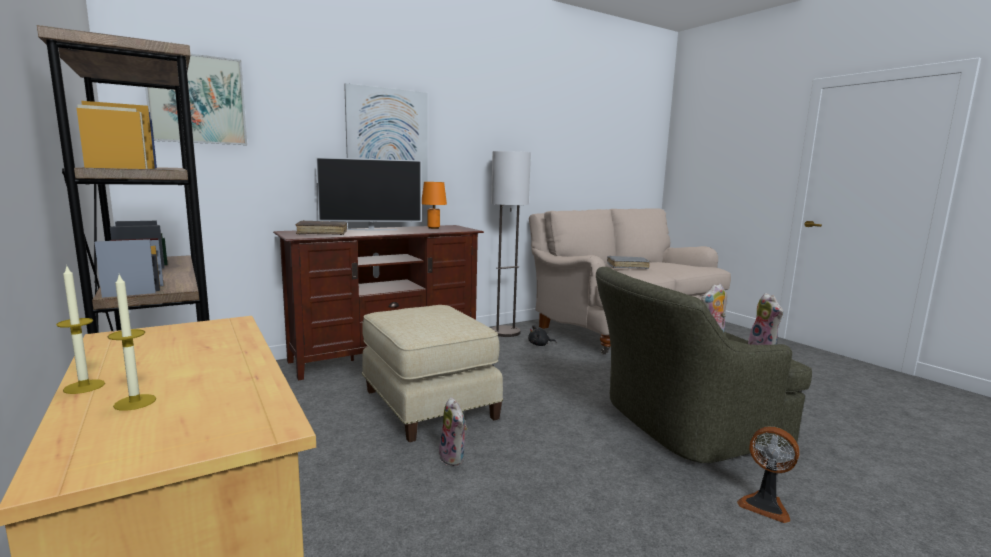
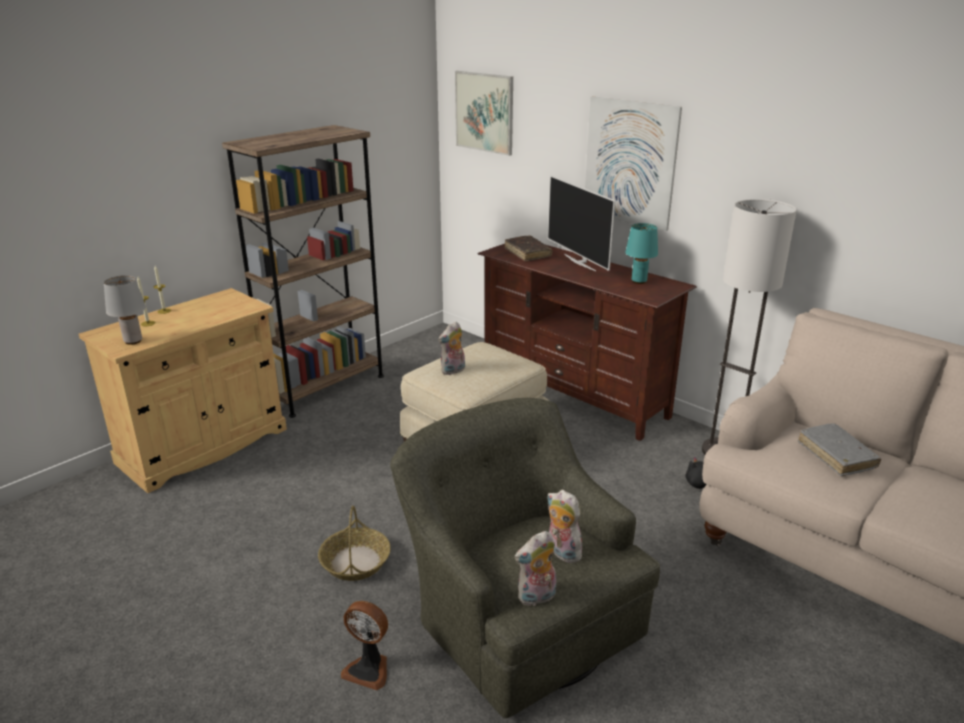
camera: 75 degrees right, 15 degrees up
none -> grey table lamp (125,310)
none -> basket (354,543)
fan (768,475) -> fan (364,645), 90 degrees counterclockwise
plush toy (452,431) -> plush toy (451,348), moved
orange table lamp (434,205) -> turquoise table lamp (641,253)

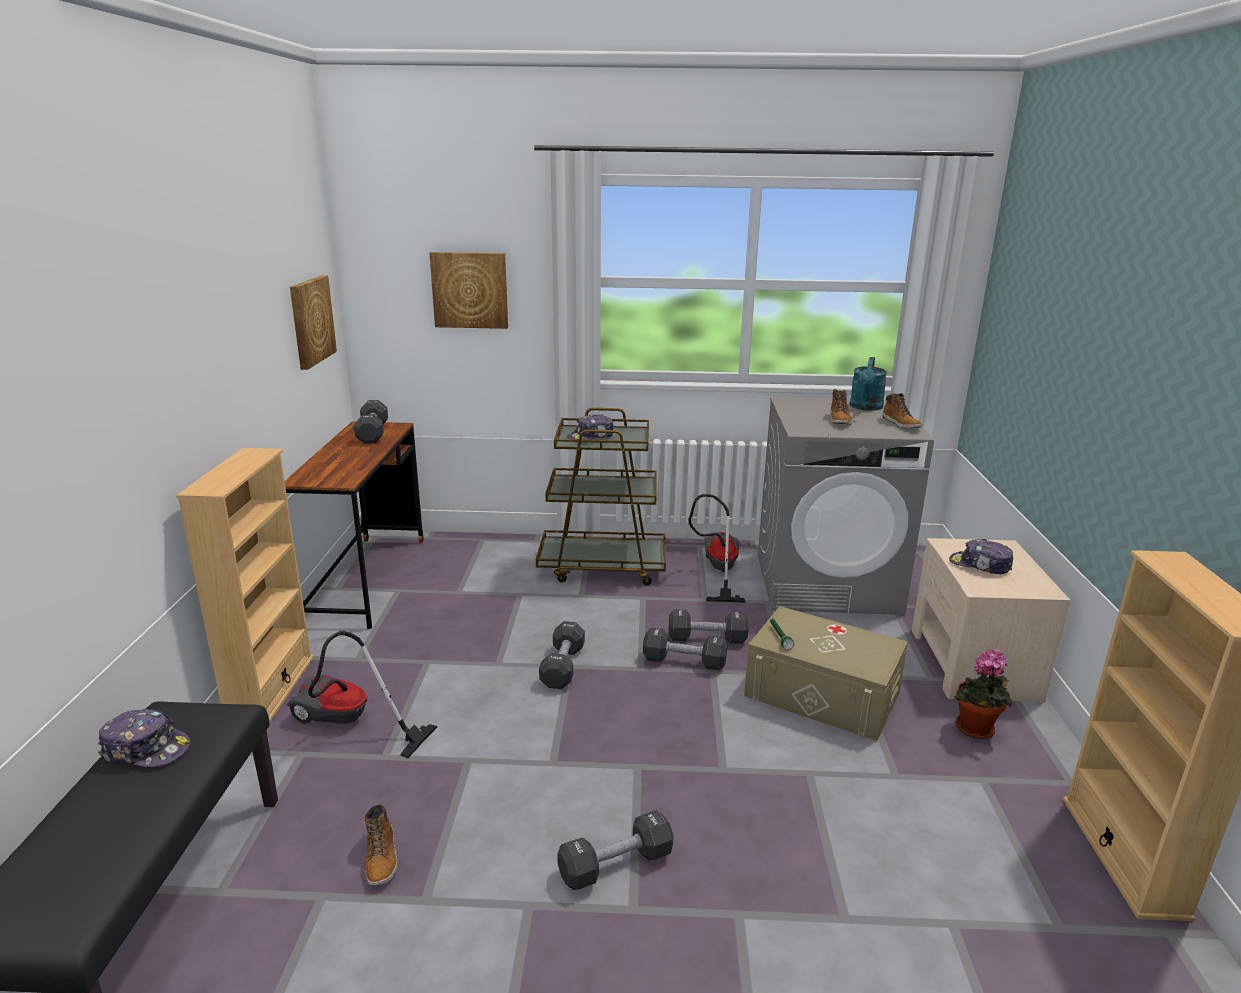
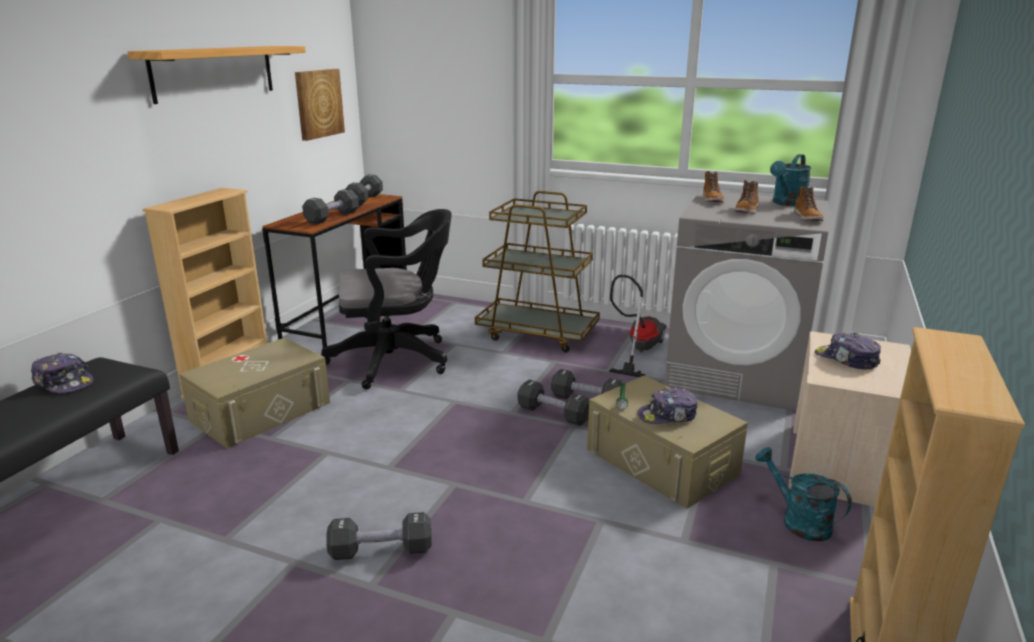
camera: 20 degrees right, 0 degrees up
none -> shelf (217,75)
vacuum cleaner (362,694) -> beige storage box (254,393)
black dumbbell (562,655) -> black dumbbell (330,206), moved
none -> black office chair (386,299)
cap (590,427) -> cap (668,406), moved
boot (381,845) -> boot (713,186), moved
potted plant (983,694) -> turquoise watering can (803,494)
picture (468,290) -> none

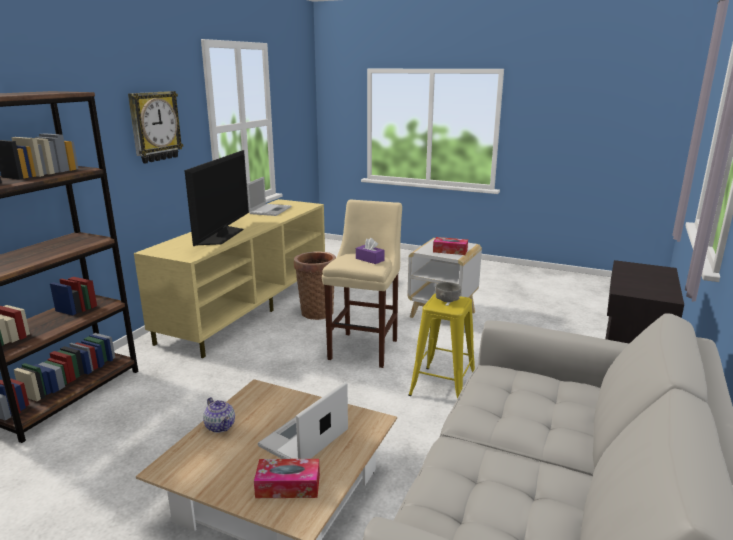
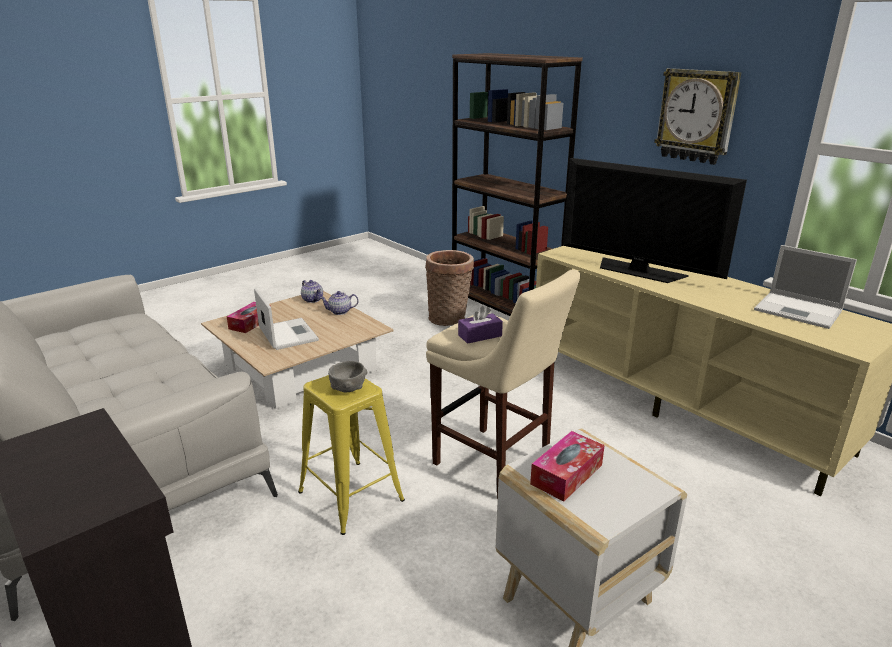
camera: 115 degrees right, 5 degrees up
none -> teapot (312,291)
basket (315,285) -> basket (449,288), moved

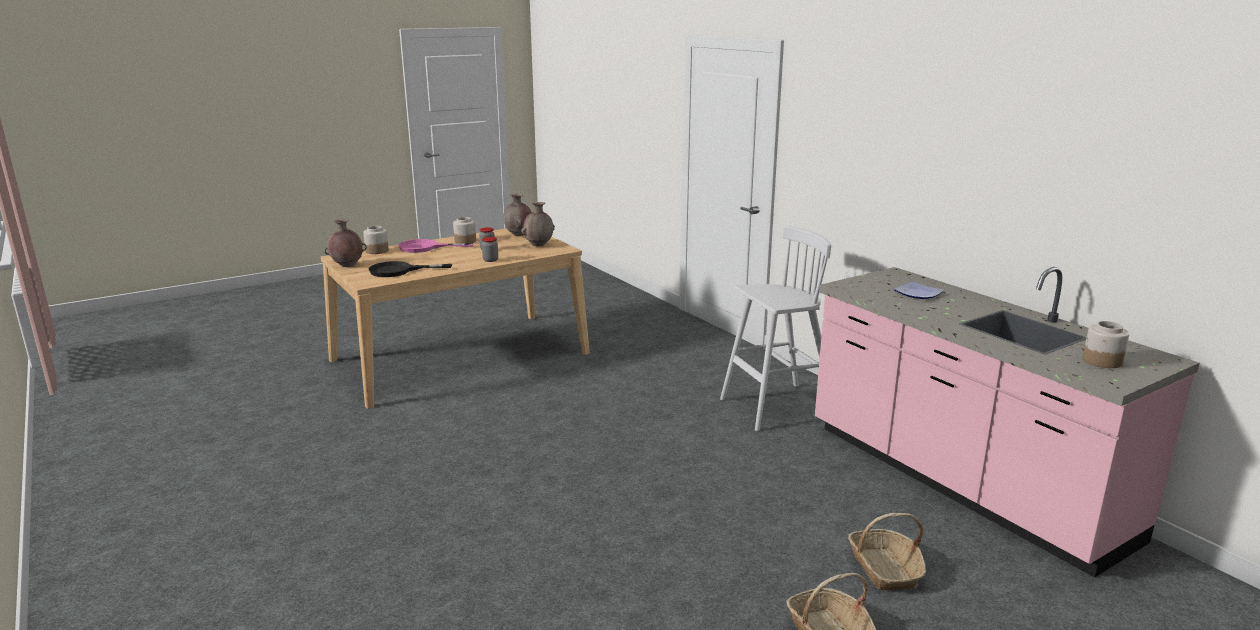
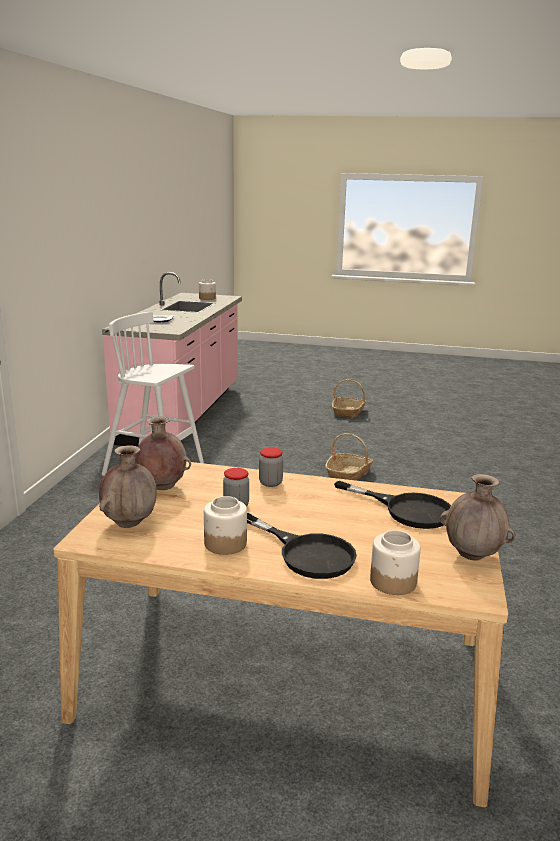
camera: 135 degrees left, 0 degrees up
pink frying pan (436,246) -> black frying pan (302,546)
basket (887,551) -> basket (349,456), moved

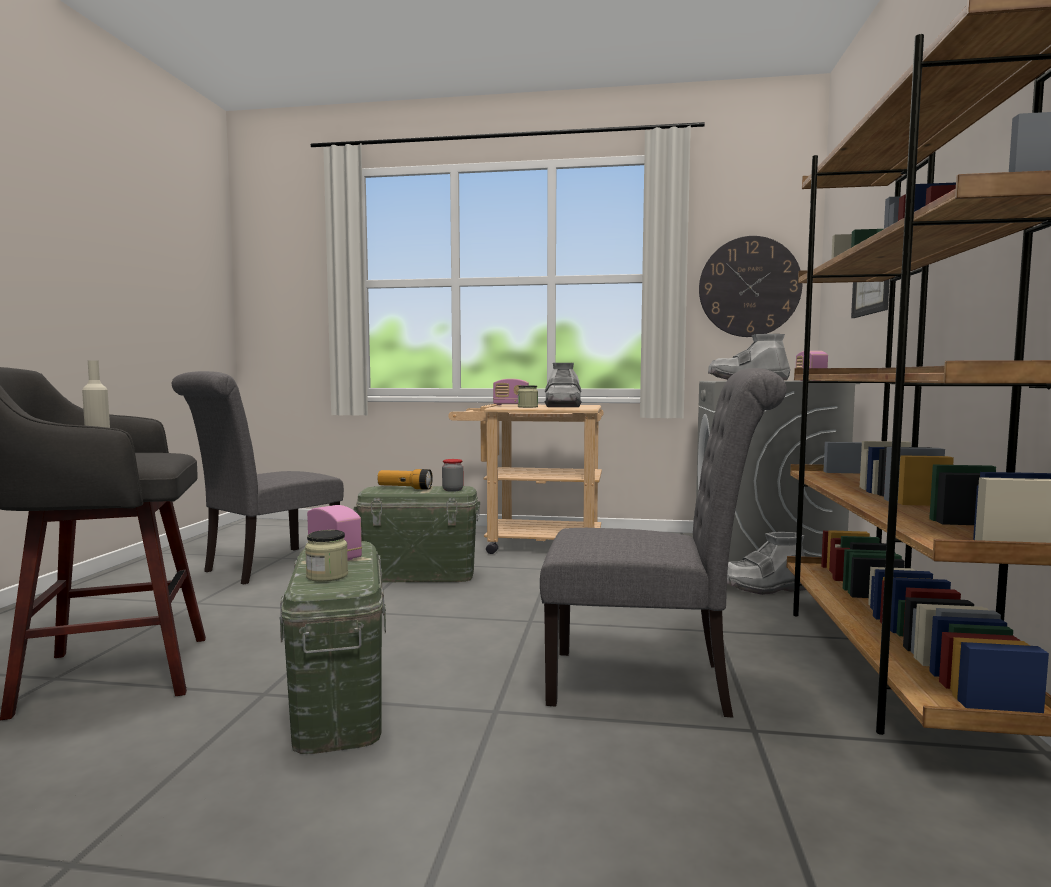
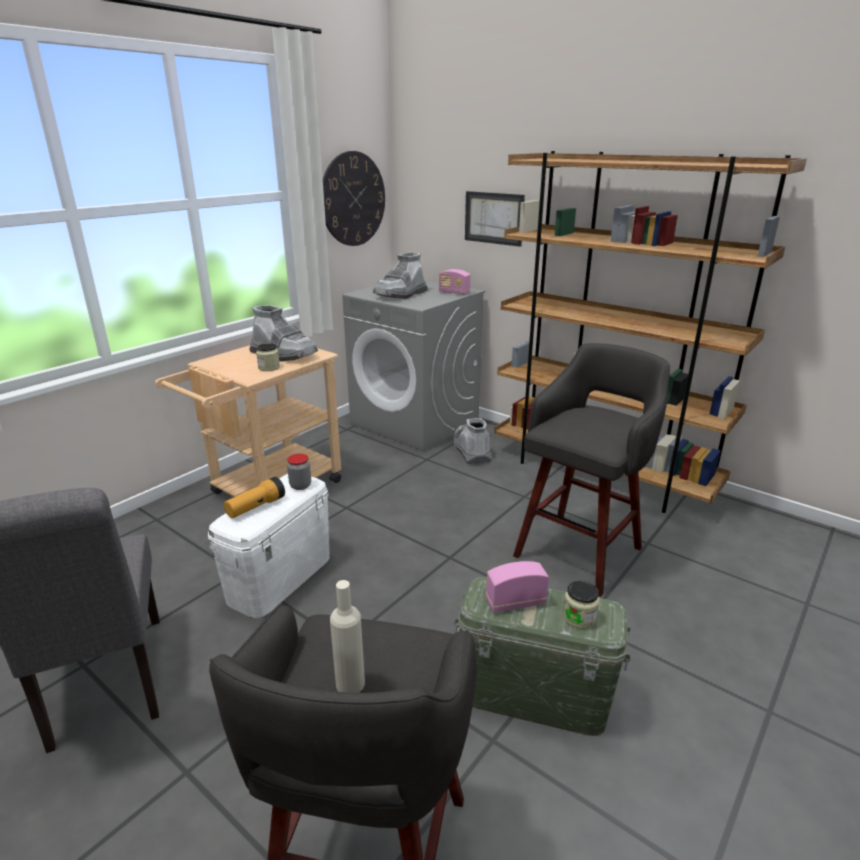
camera: 60 degrees left, 20 degrees up
green storage box (417,534) -> white storage box (269,546)
grey boot (766,563) -> grey boot (472,441), 150 degrees clockwise
grey chair (663,543) -> grey stool (591,470)
radio (511,392) -> none

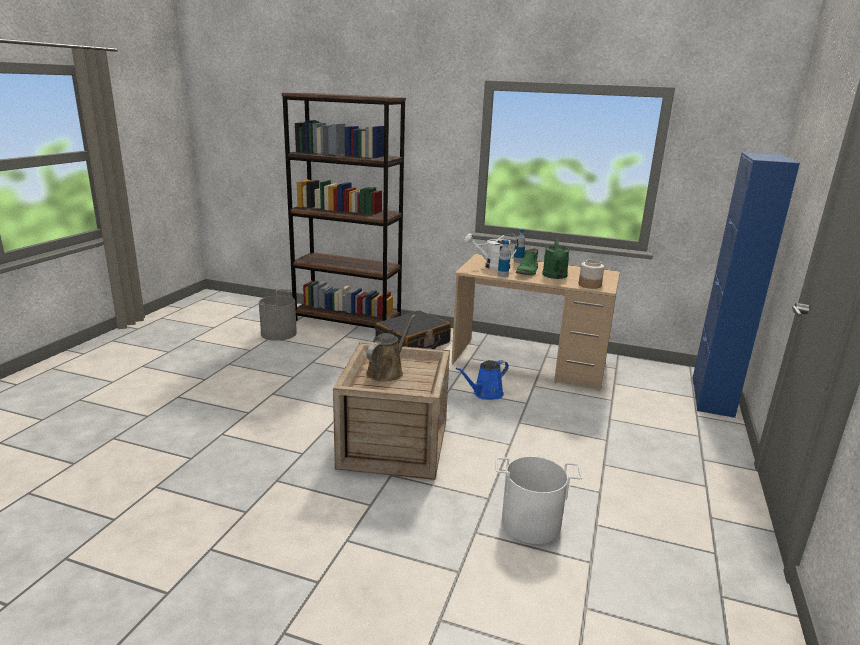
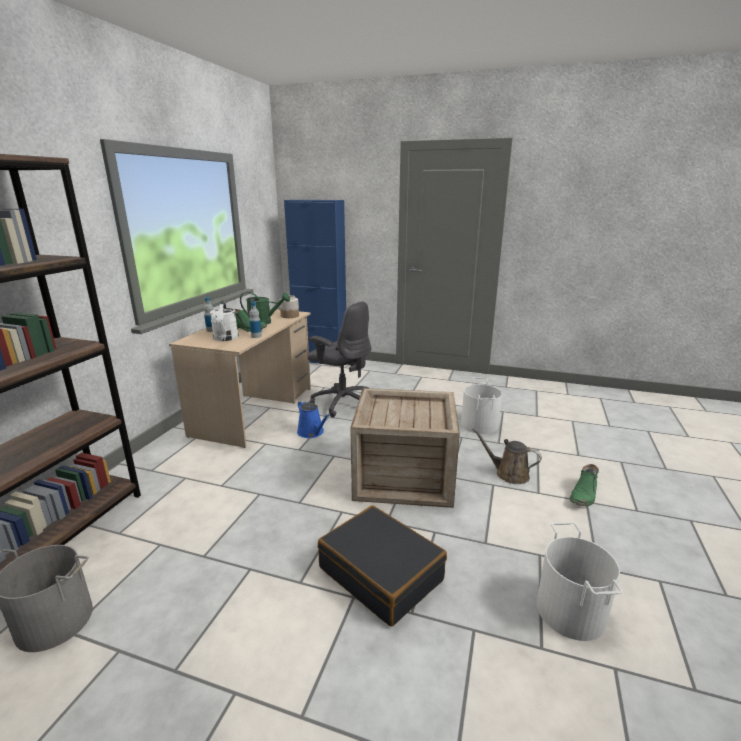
camera: 90 degrees left, 0 degrees up
none -> grey office chair (339,359)
black suitcase (413,329) -> black suitcase (382,566), moved
brown watering can (390,348) -> brown watering can (507,456), moved
none -> white bucket (579,581)
none -> green boot (584,485)

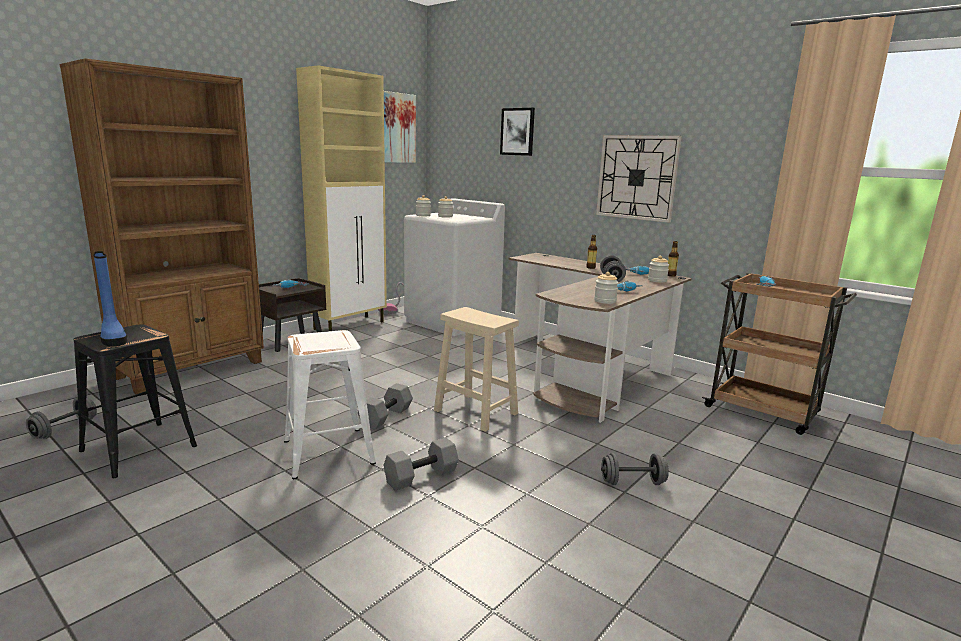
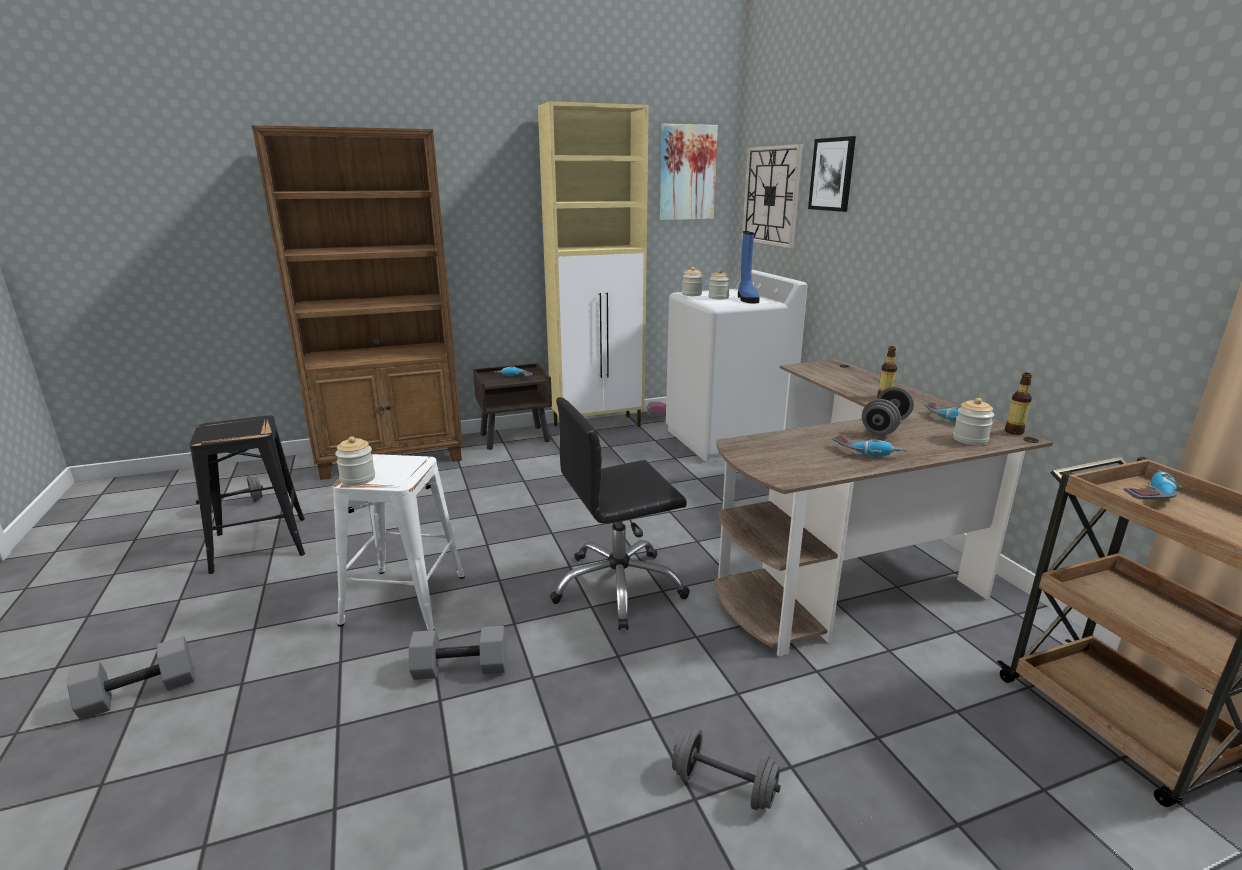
camera: 30 degrees right, 5 degrees up
grey dumbbell (385,406) -> grey dumbbell (131,678), moved
jar (606,288) -> jar (355,461), moved
beige stool (476,369) -> black office chair (620,513)
blue boot (110,299) -> blue boot (749,267), moved
wall clock (639,179) -> wall clock (772,196), moved

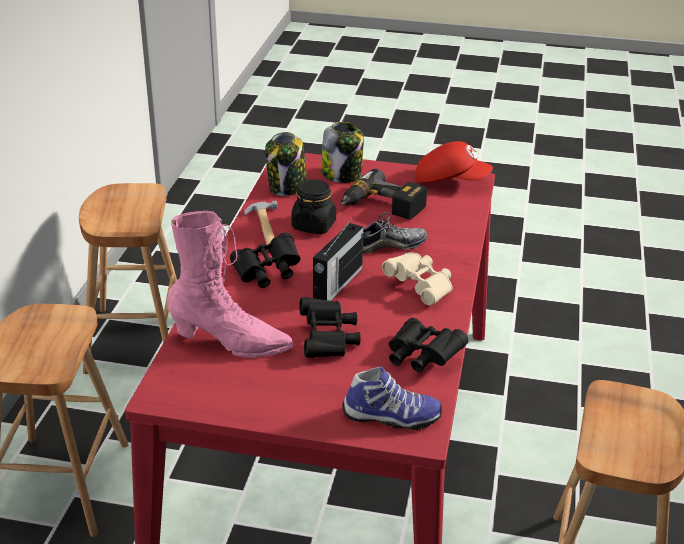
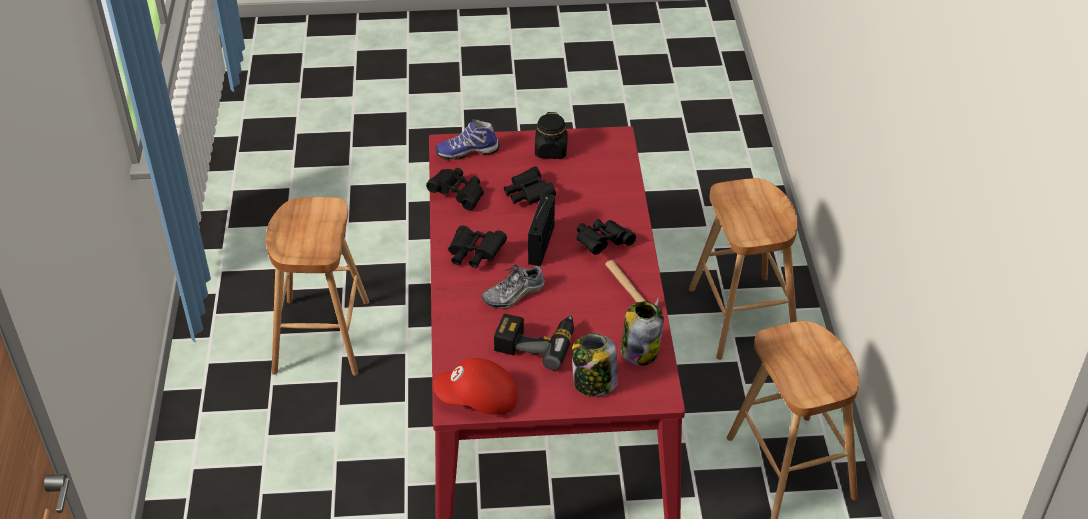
camera: 165 degrees right, 10 degrees up
beige binoculars (417,279) -> black binoculars (477,246)
black jar (313,206) -> black jar (551,135), moved
pink boot (230,284) -> none

